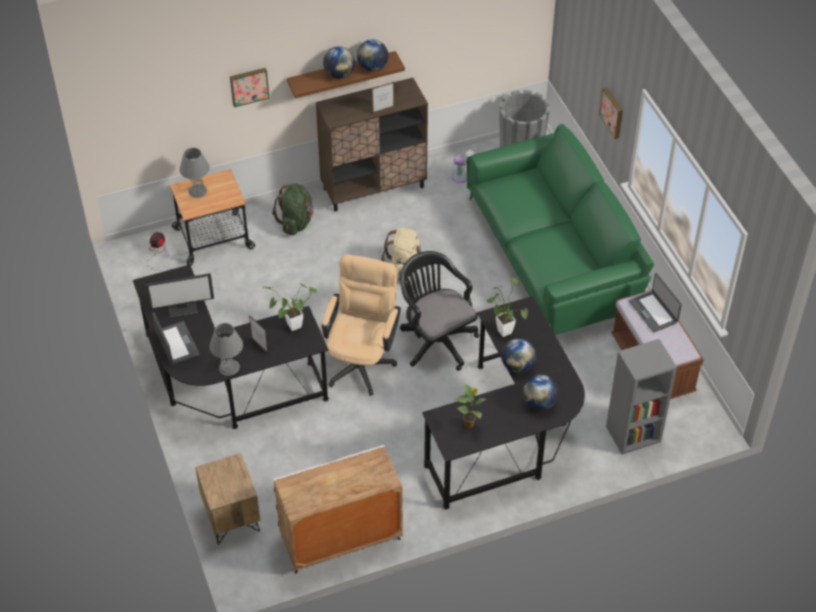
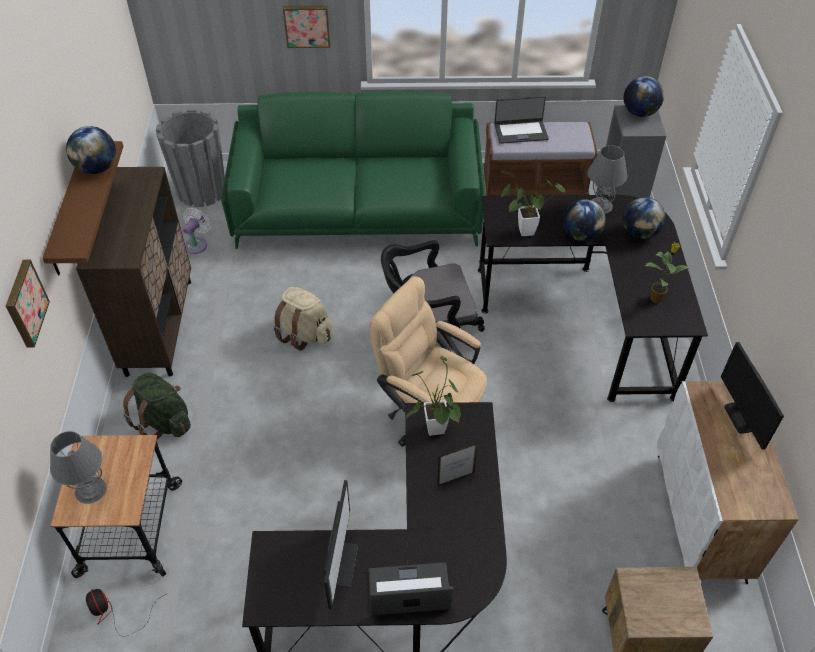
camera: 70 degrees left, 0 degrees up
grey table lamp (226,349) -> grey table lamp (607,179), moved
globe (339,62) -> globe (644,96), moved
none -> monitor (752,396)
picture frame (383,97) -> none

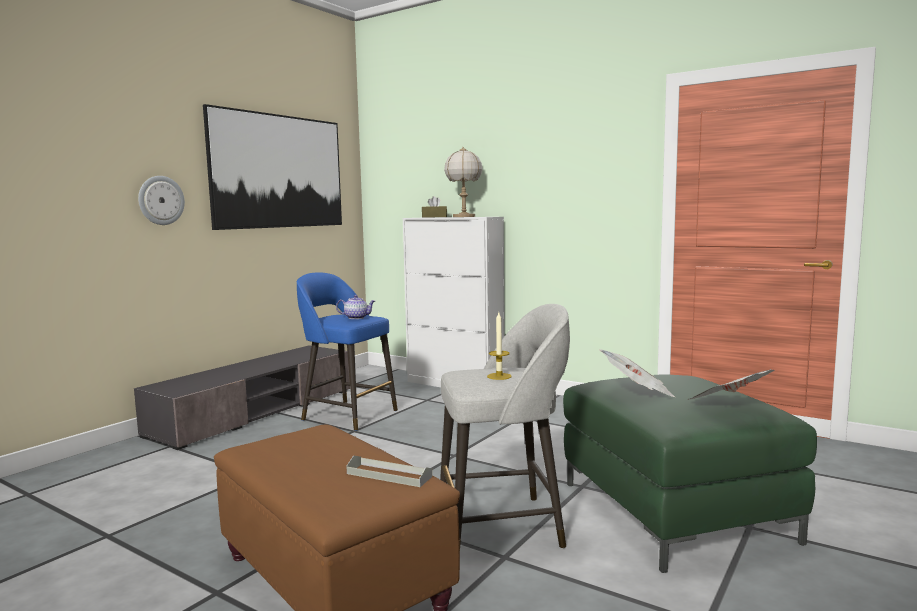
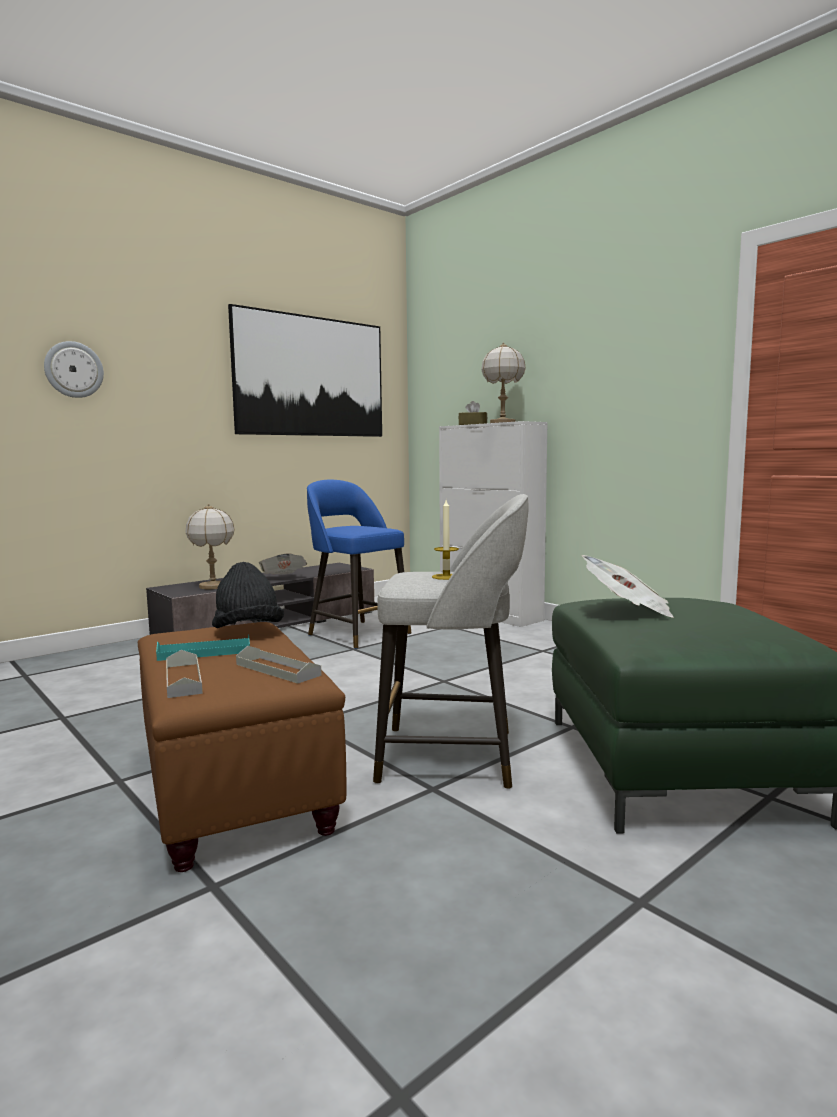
camera: 15 degrees right, 0 degrees up
wall clock (161,200) -> wall clock (74,369), moved
none -> turquoise tray (203,647)
none -> grey tray (184,674)
none -> table lamp (210,546)
none -> black hat (248,595)
newspaper (731,384) -> newspaper (283,564), moved
teapot (355,307) -> none

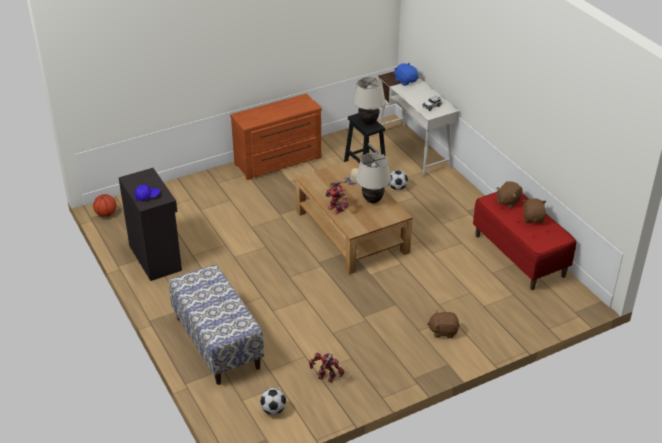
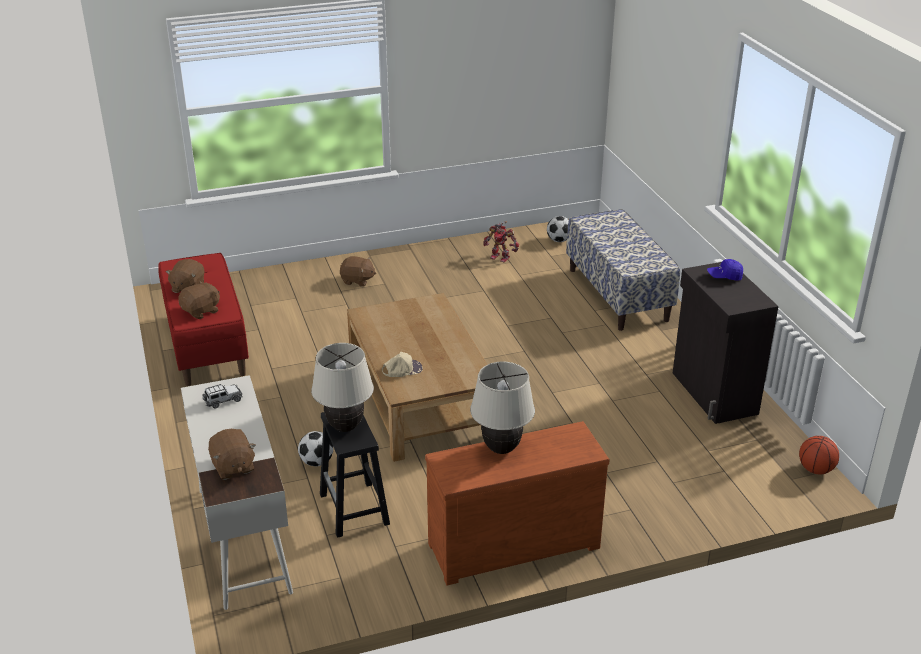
camera: 170 degrees left, 5 degrees down
blue plush toy (406,74) -> brown plush toy (232,454)
beige table lamp (373,177) -> beige table lamp (502,408), moved
toy robot (337,197) -> none

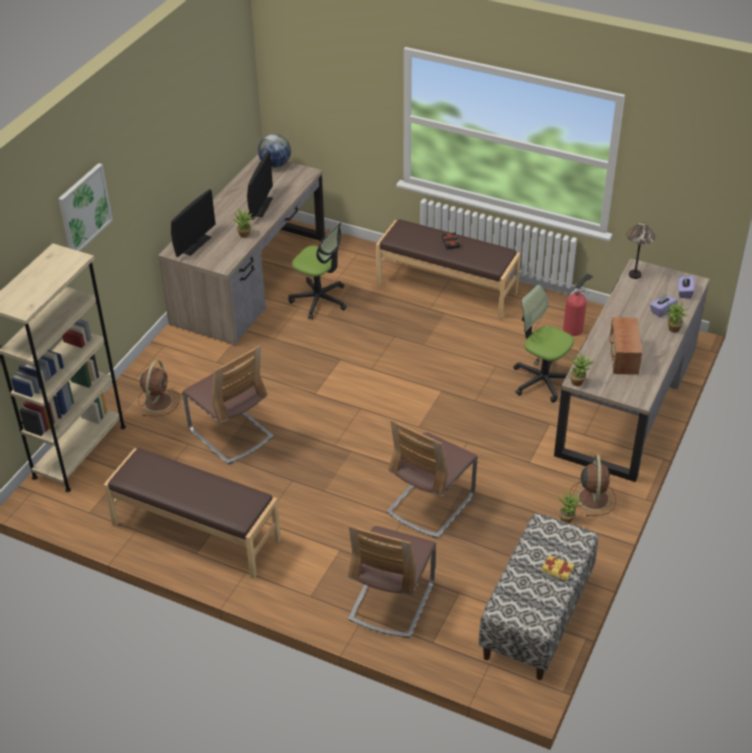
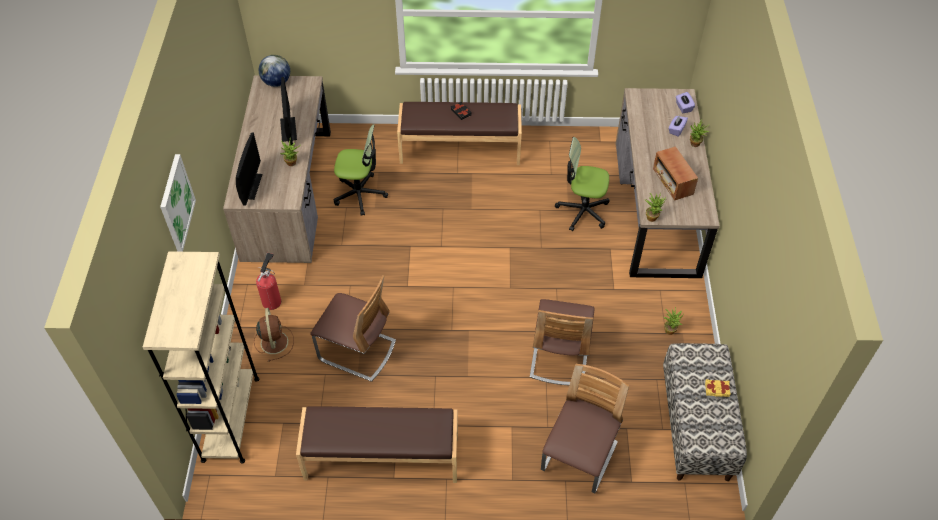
camera: 25 degrees left, 10 degrees up
fire extinguisher (578,304) -> fire extinguisher (268,281), moved
chair (392,581) -> chair (585,429), 150 degrees counterclockwise
brown fan (593,486) -> none
table lamp (641,250) -> none

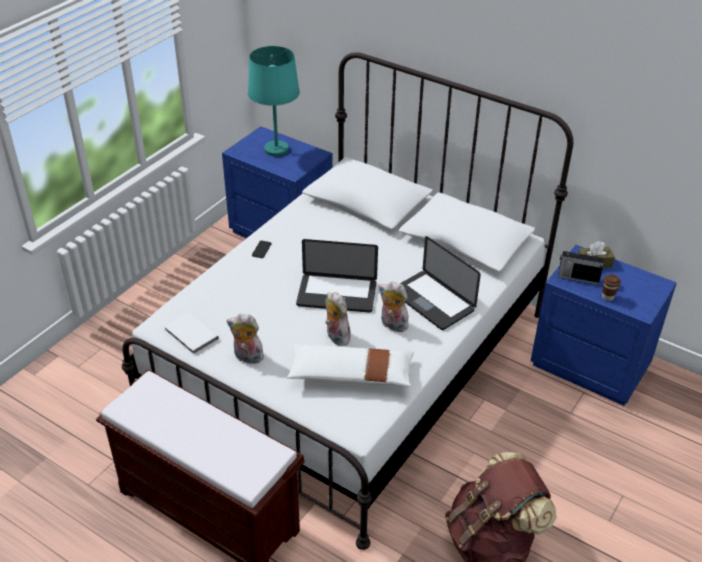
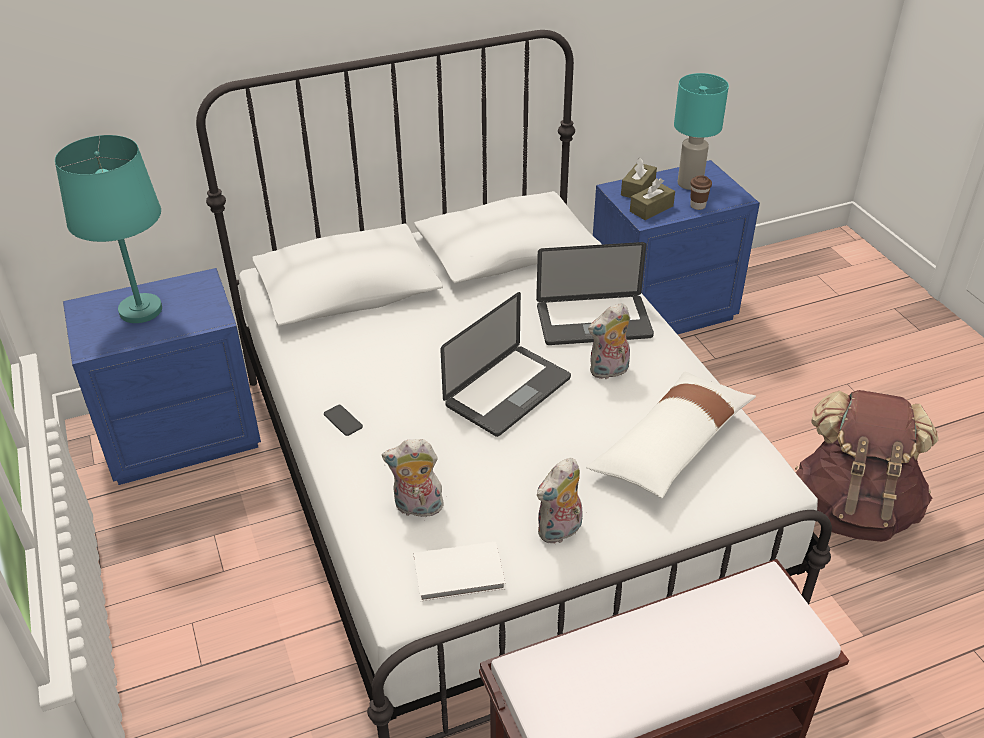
camera: 55 degrees left, 0 degrees up
plush toy (338,319) -> plush toy (413,478), moved
radio (581,268) -> brown tissue box (652,199)
none -> turquoise table lamp (701,131)

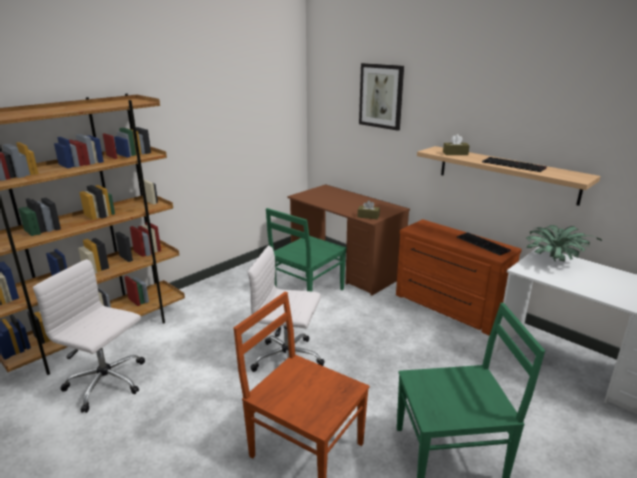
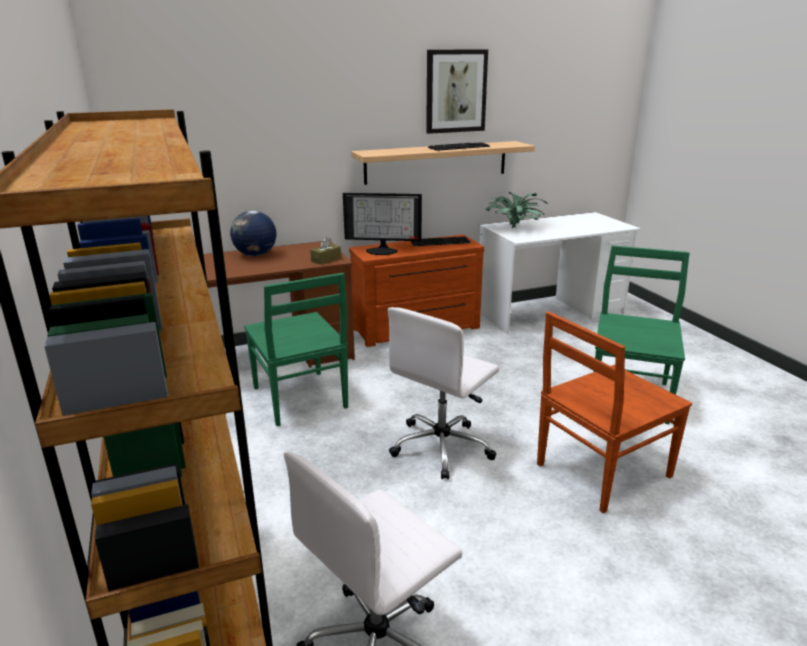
camera: 65 degrees left, 0 degrees up
none -> globe (253,233)
none -> monitor (382,224)
picture (381,97) -> picture (457,91), moved
brown tissue box (456,144) -> none

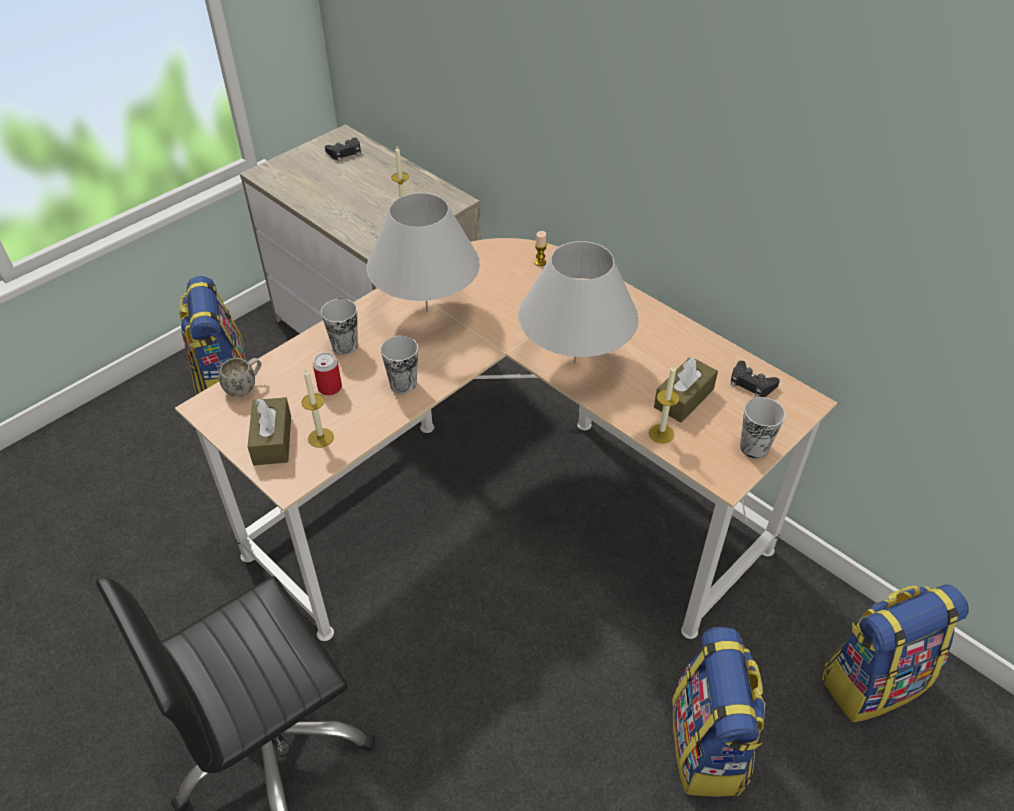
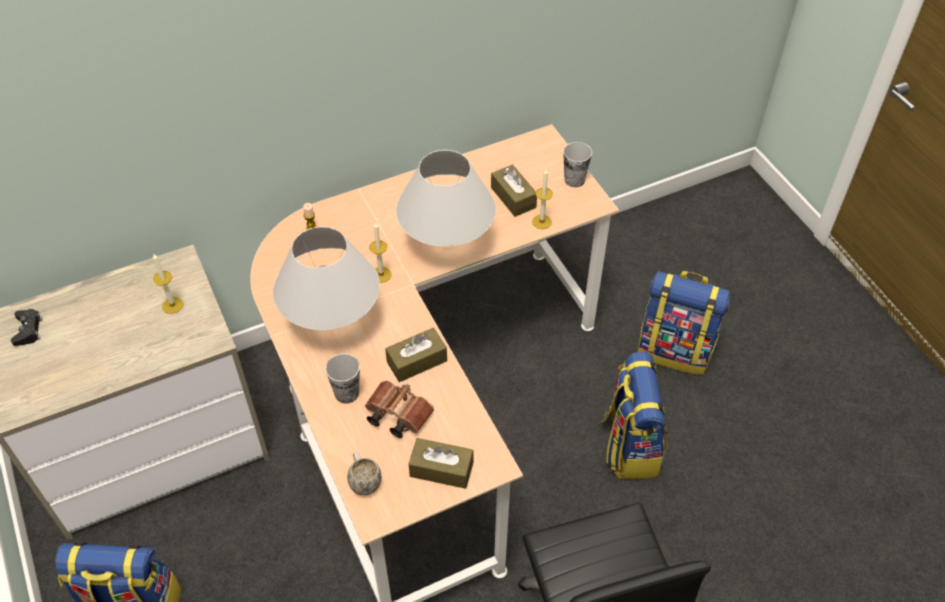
camera: 70 degrees left, 5 degrees up
can (327,374) -> brown binoculars (399,409)
candle (317,408) -> candle (380,253), moved
cup (399,364) -> brown tissue box (416,355)
backpack (895,654) -> backpack (634,415), moved
black game controller (755,379) -> none

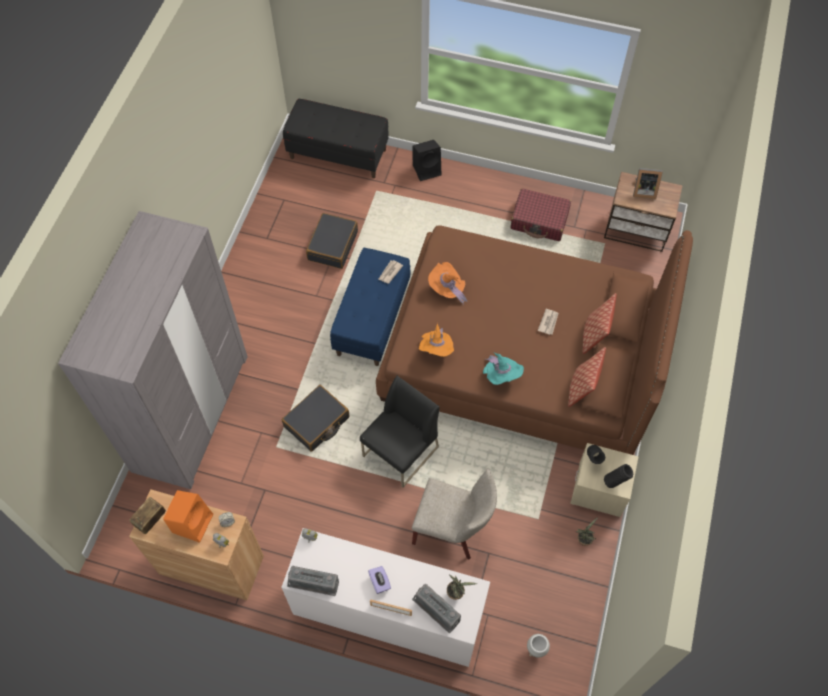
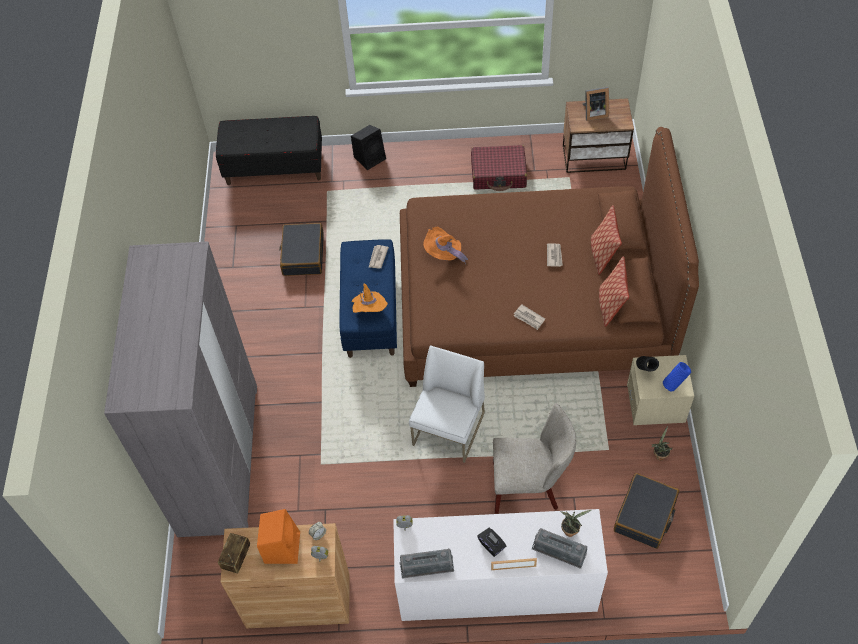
camera: 15 degrees left, 5 degrees down
orange hat (436,340) -> orange hat (369,298), moved
black chair (400,432) -> white chair (447,404)
purple tissue box (379,580) -> black tissue box (491,542)
turquoise hat (503,369) -> newspaper (529,317)
black suitcase (315,418) -> black suitcase (646,511), moved
black vase (618,476) -> blue vase (677,376)
white planter (538,646) -> none

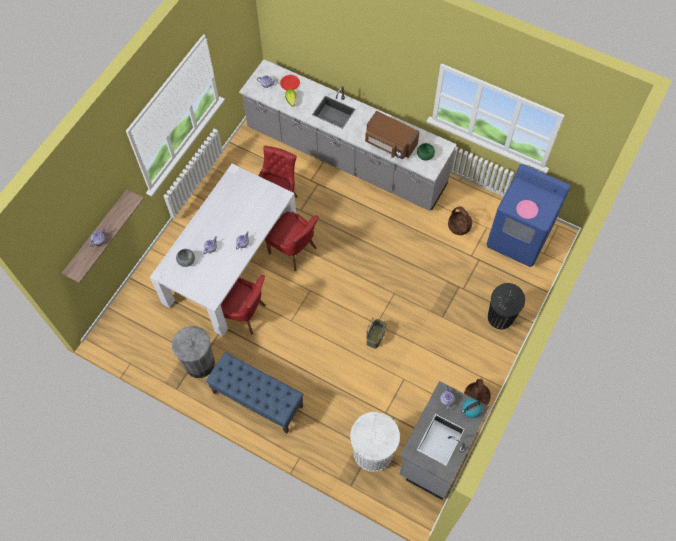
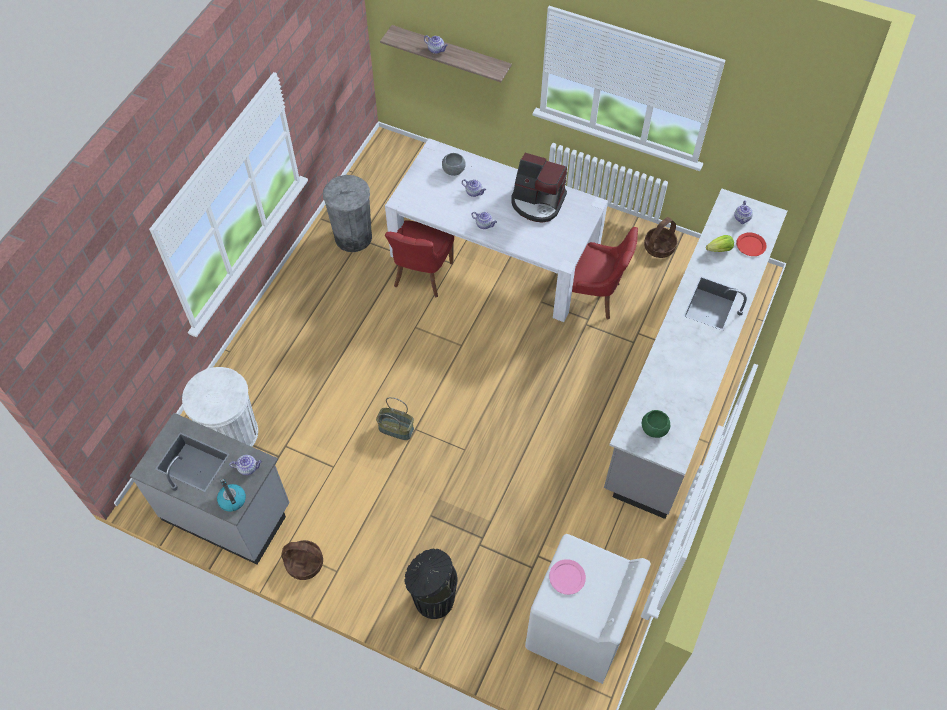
camera: 85 degrees right, 5 degrees down
none -> coffee machine (539,188)
blue washing machine (529,215) -> white washing machine (587,609)
basket (460,221) -> basket (660,237), moved
blue bench (254,392) -> none
red chair (292,241) -> none
brown microwave (392,135) -> none

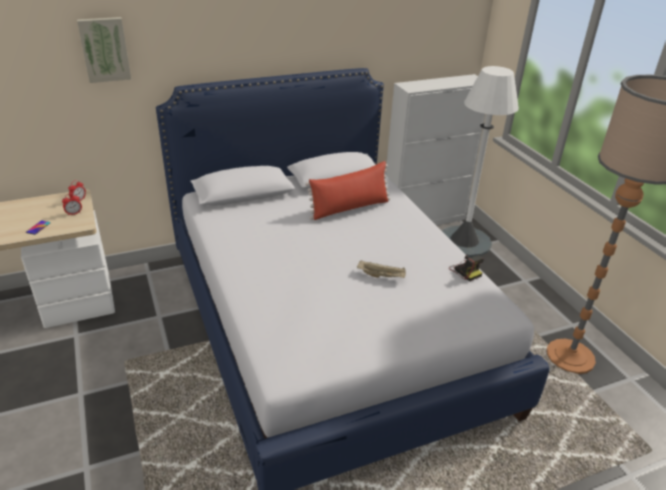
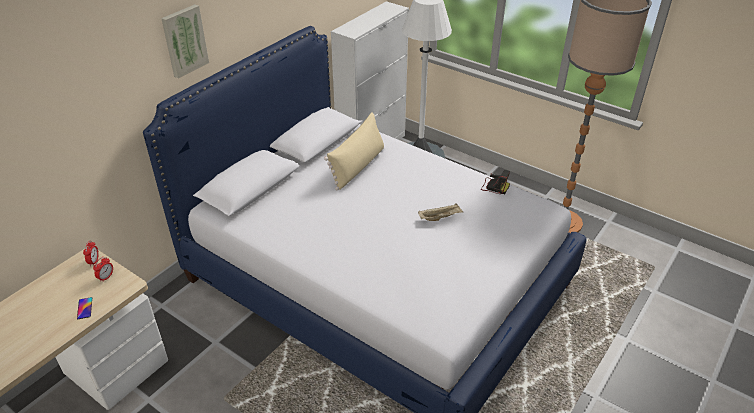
camera: 30 degrees left, 5 degrees up
picture (104,50) -> picture (185,41), moved
red pillow (347,190) -> beige pillow (354,151)

